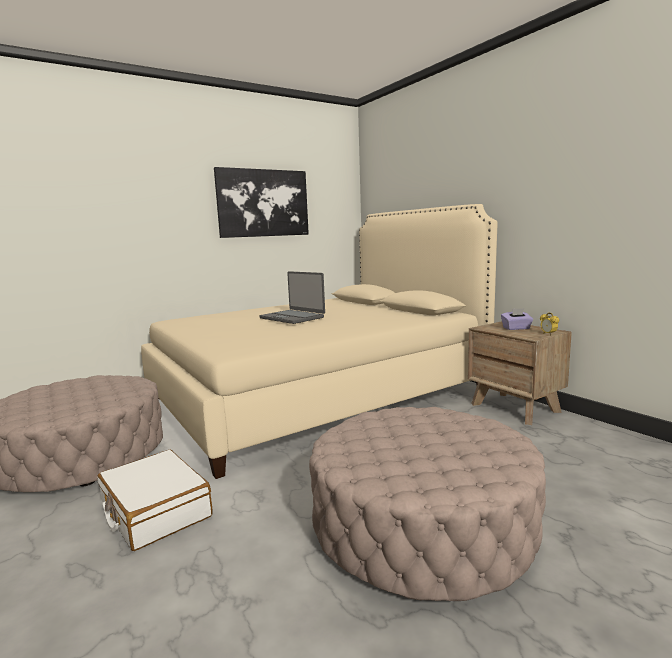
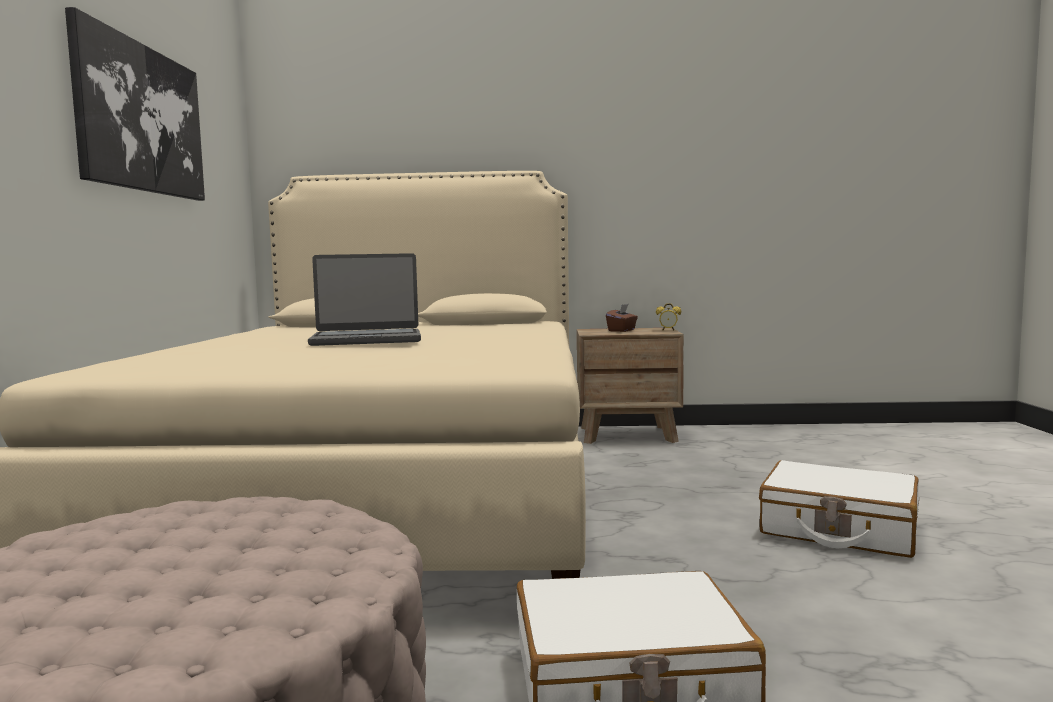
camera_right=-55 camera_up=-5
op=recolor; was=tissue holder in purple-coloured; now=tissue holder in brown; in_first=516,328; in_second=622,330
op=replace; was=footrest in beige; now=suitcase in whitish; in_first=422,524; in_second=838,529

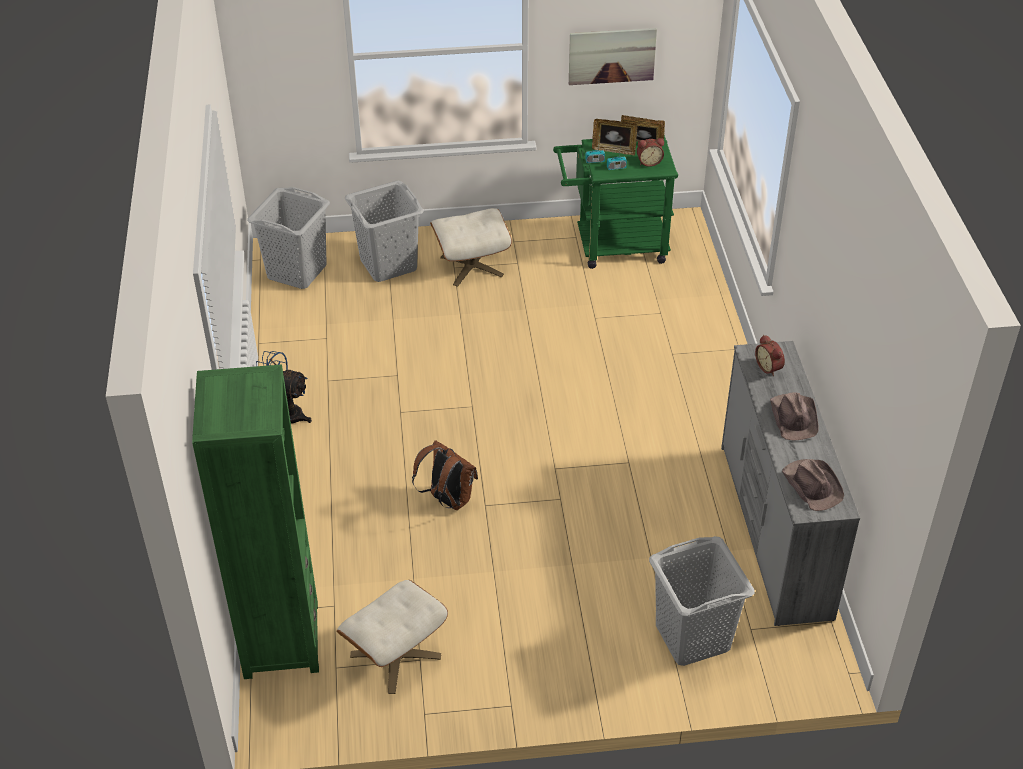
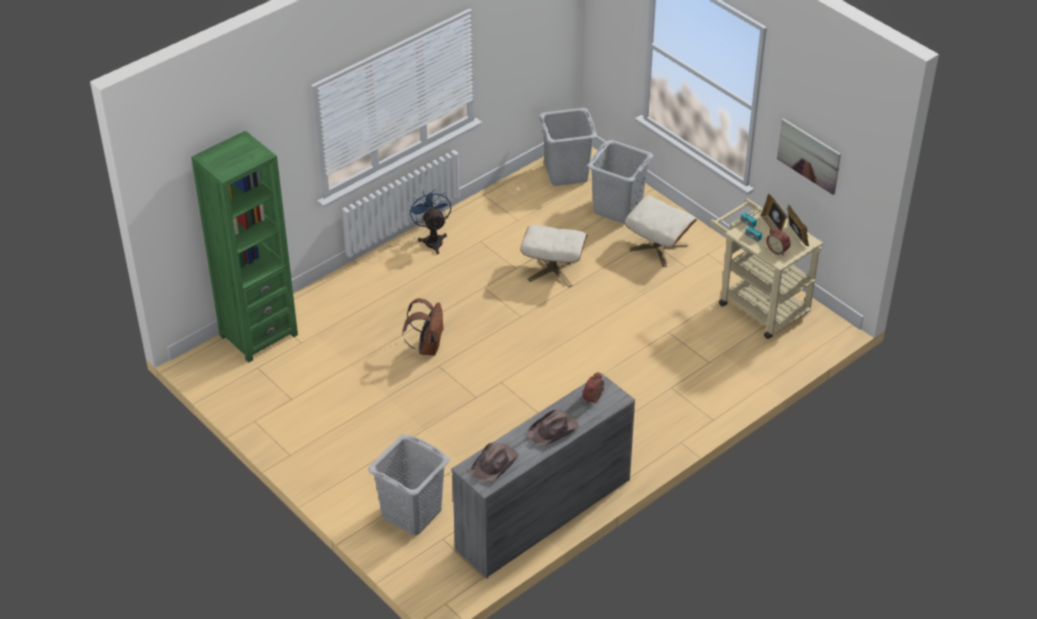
camera_right=55 camera_up=0
op=move; was=footrest in beige; in_first=396,656; in_second=553,270
op=recolor; was=trolley in green-coloured; now=trolley in beige; in_first=612,246; in_second=757,304

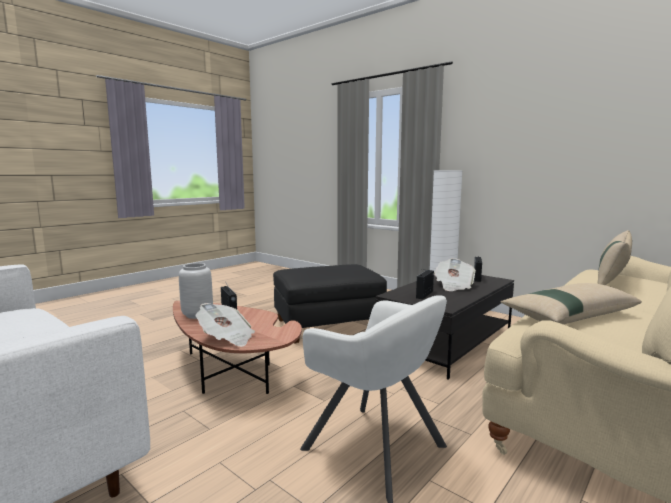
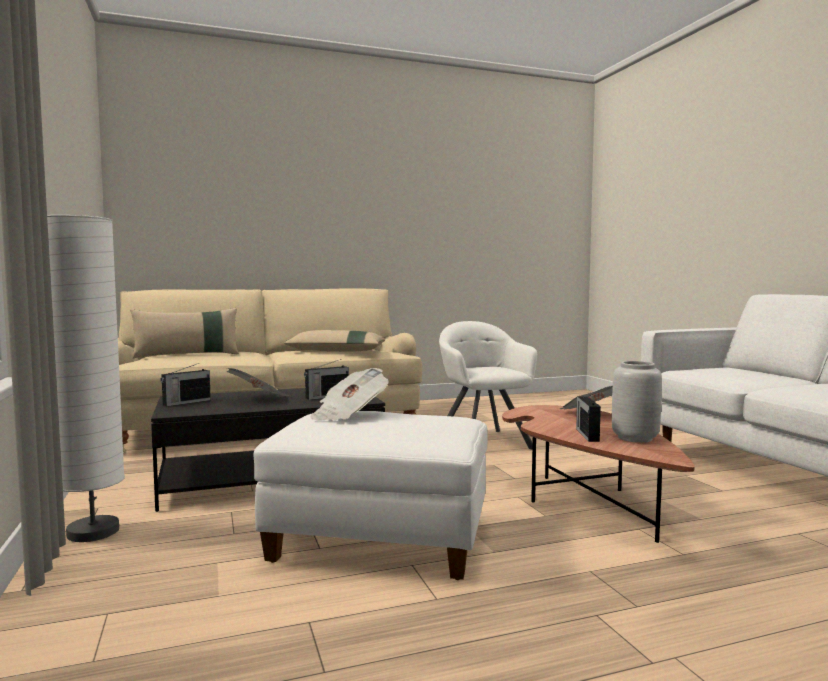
camera_right=-150 camera_up=-5
op=recolor; was=footrest in blackish; now=footrest in whitish; in_first=328,326; in_second=380,540
op=insert; now=printed paper; in_second=349,415

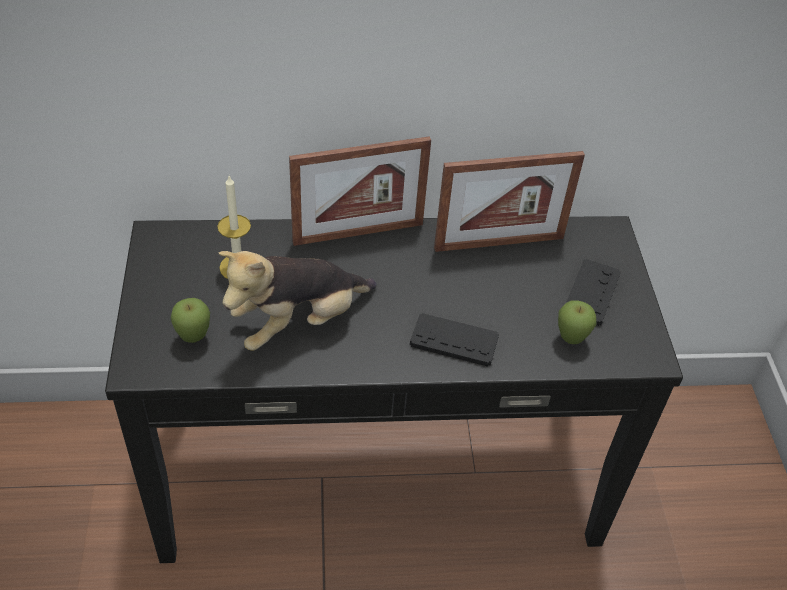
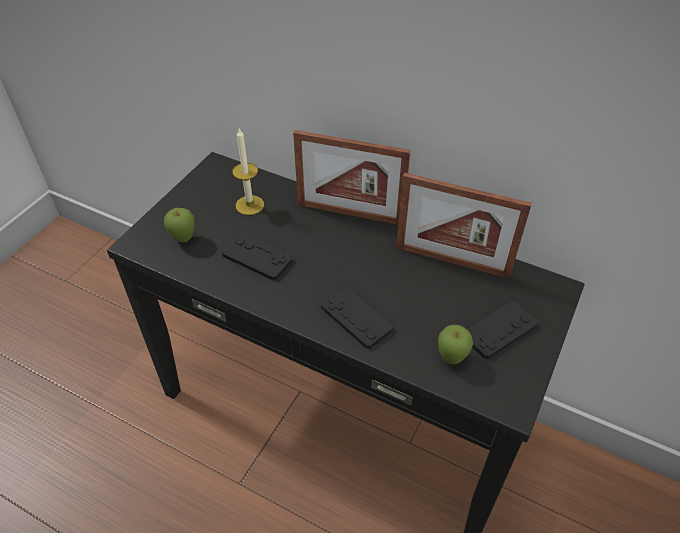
camera_right=35 camera_up=0
op=replace; was=plush toy; now=joypad in blackish; in_first=298,323; in_second=257,258

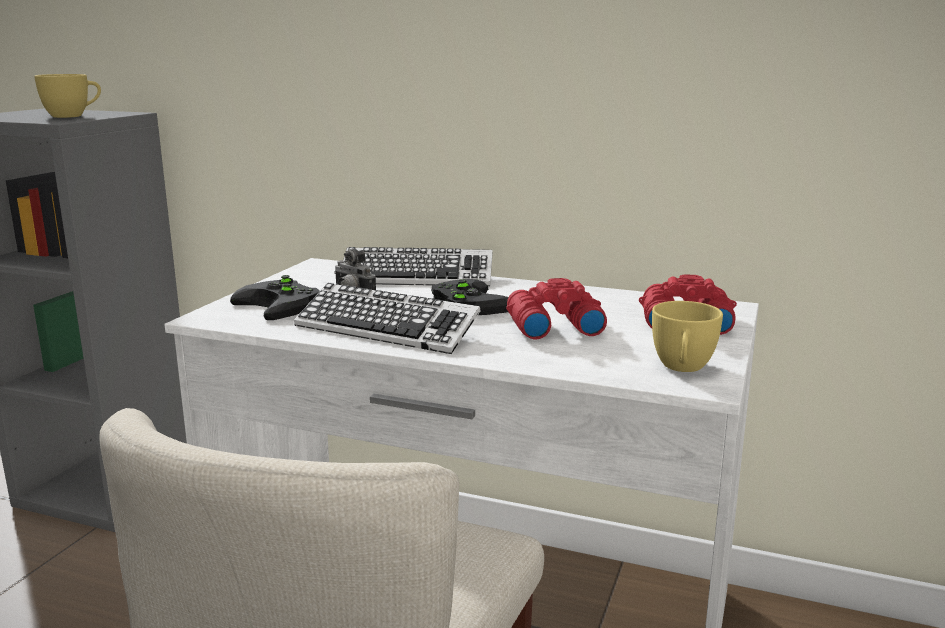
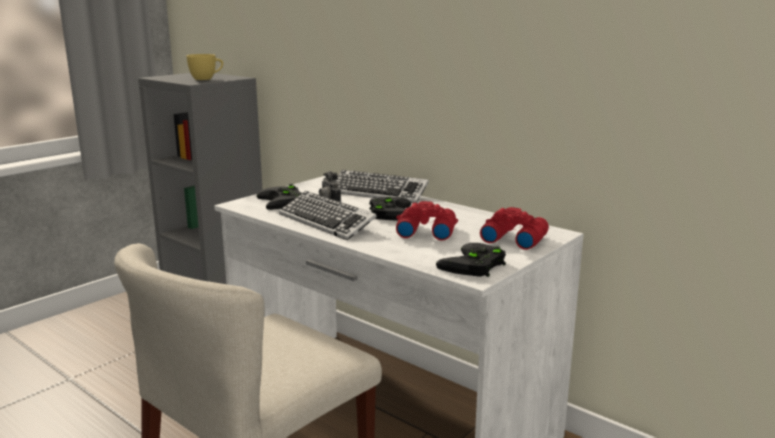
camera_right=20 camera_up=0
op=replace; was=drinking cup in yellow; now=joypad in blackish; in_first=682,368; in_second=474,266

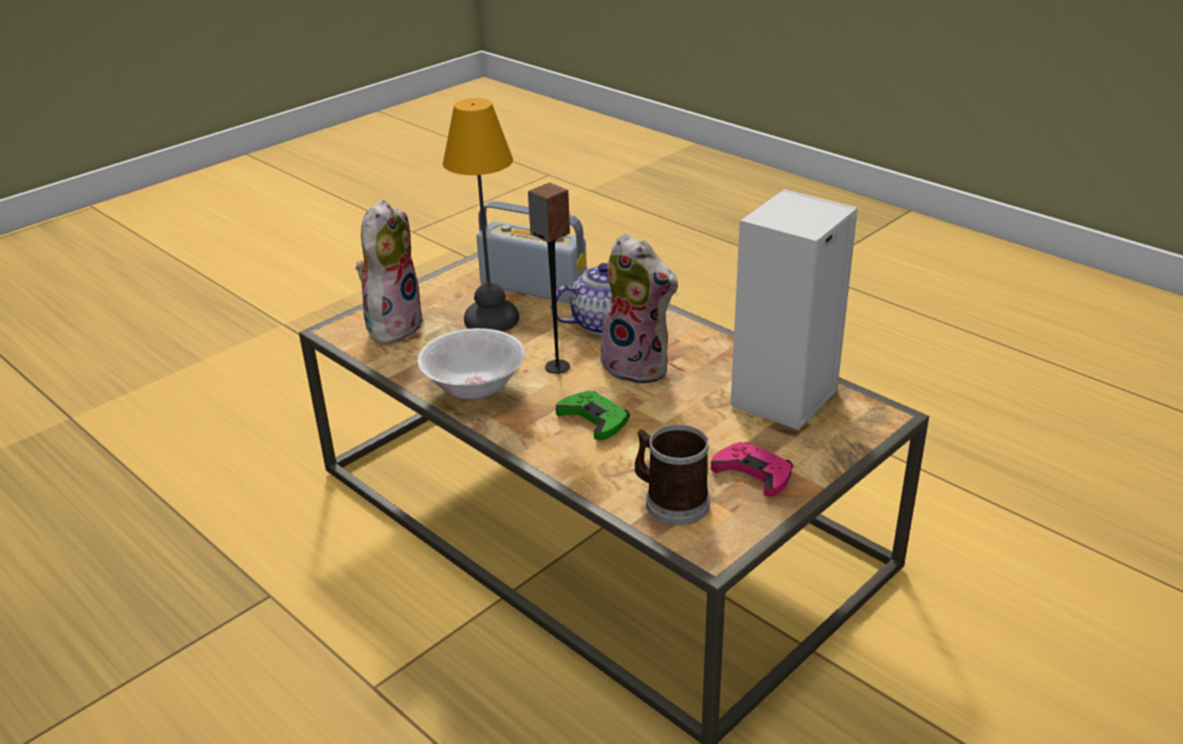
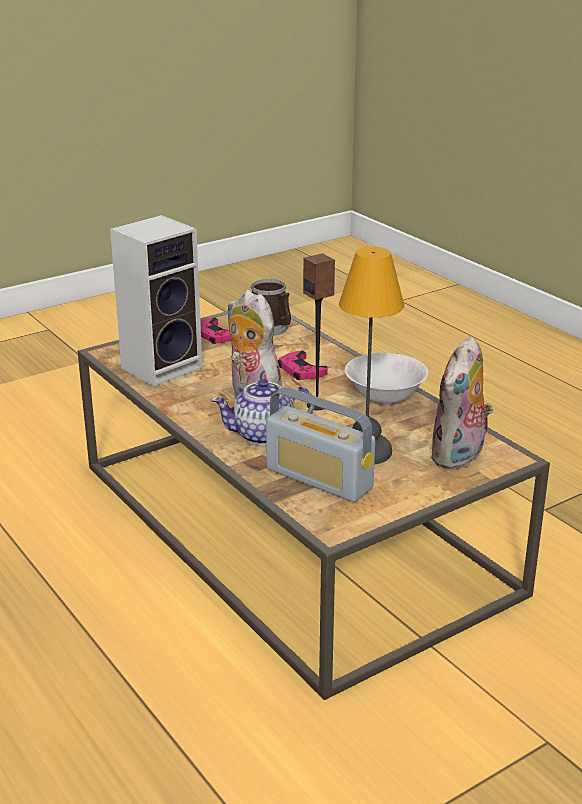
camera_right=-170 camera_up=-5
op=recolor; was=joypad in green-coloured; now=joypad in pink; in_first=594,419; in_second=301,370

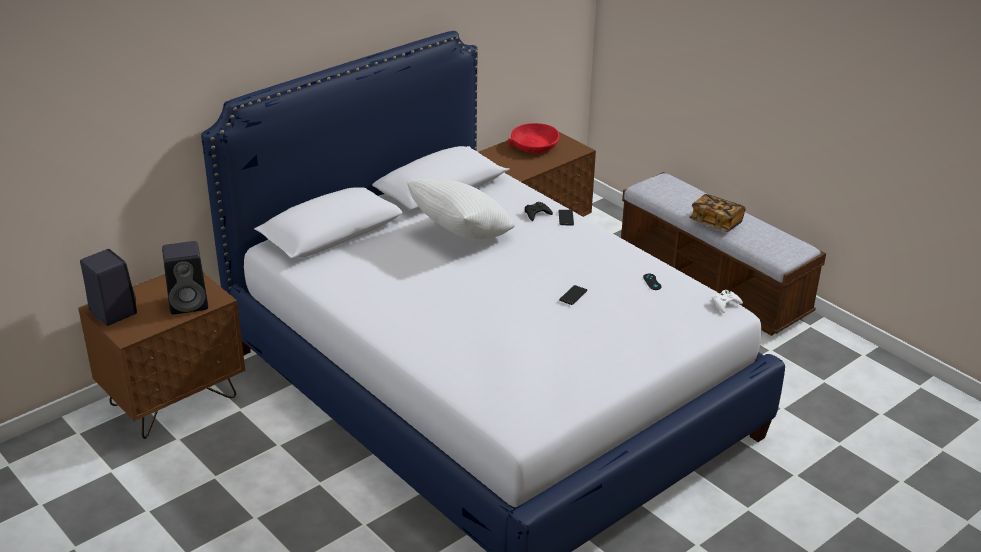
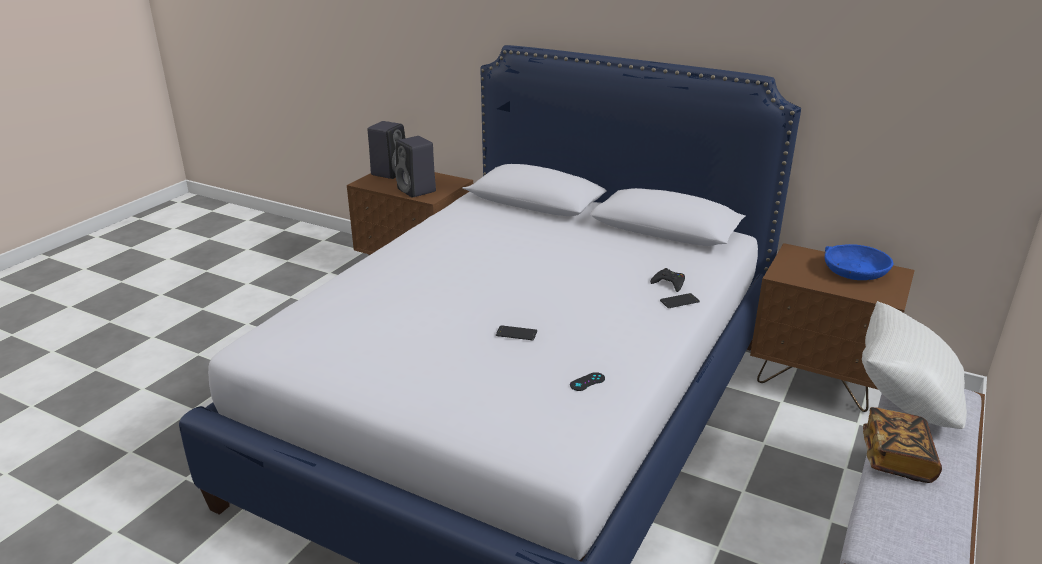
camera_right=70 camera_up=-5
op=recolor; was=serving bowl in red-coloured; now=serving bowl in blue; in_first=534,146; in_second=854,271
op=move; was=cushion in whitish; in_first=460,235; in_second=905,400
op=delete; was=joypad in whitish; in_first=725,304

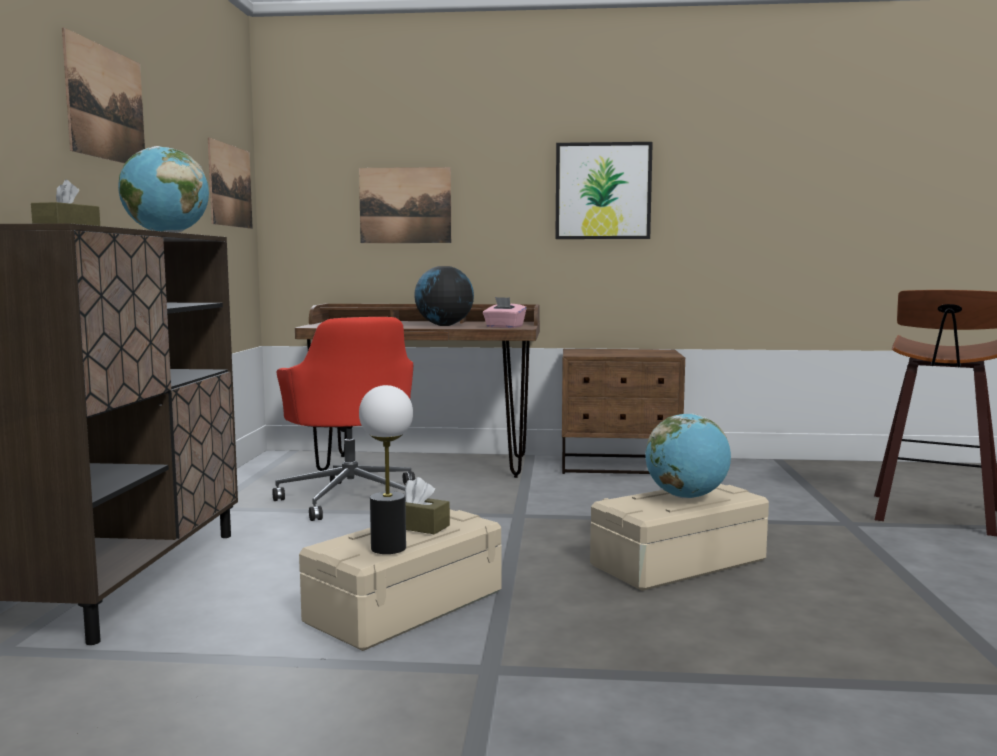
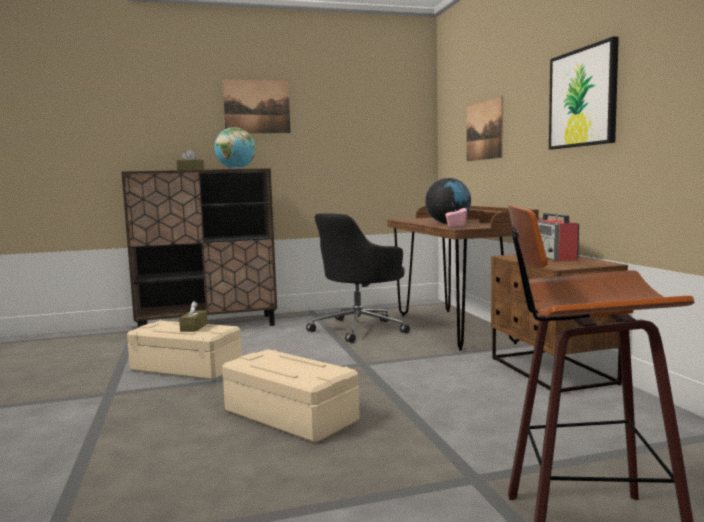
camera_right=70 camera_up=0
op=recolor; was=office chair in red-coloured; now=office chair in blackish; in_first=351,497; in_second=359,329
op=insert; now=radio receiver; in_second=554,257
op=delete; was=wall picture; in_first=230,186
op=delete; was=tabletop lamp; in_first=388,548
op=delete; was=desk globe; in_first=686,497

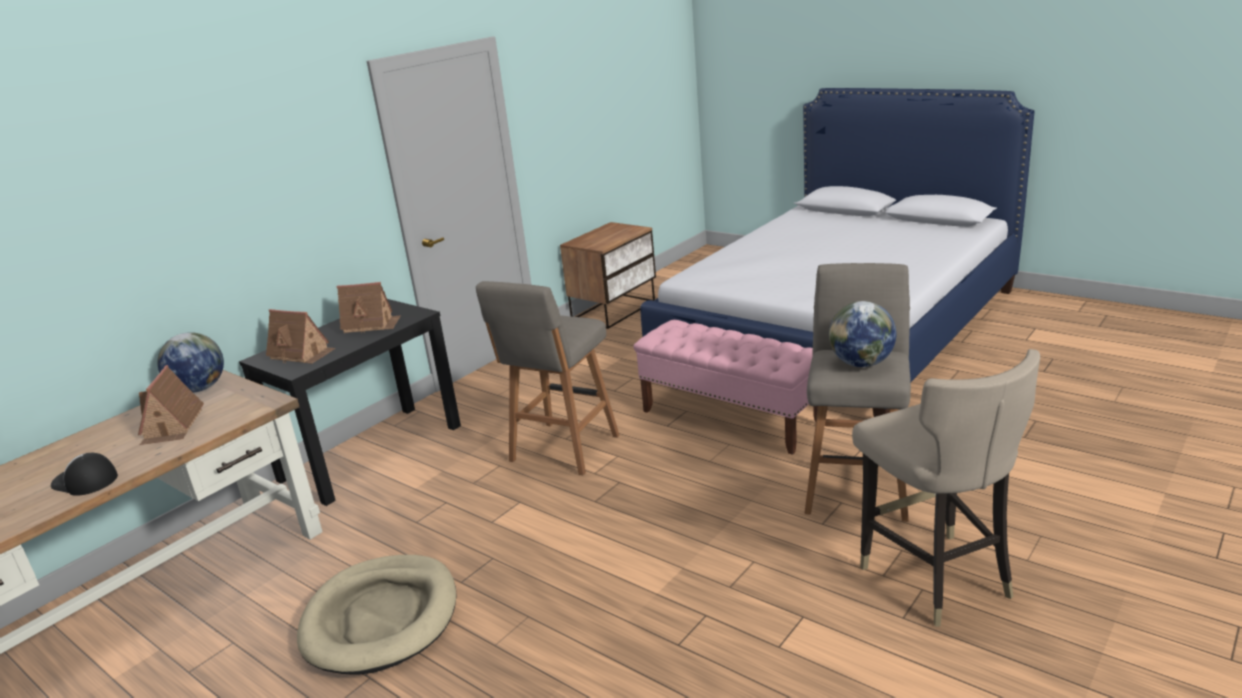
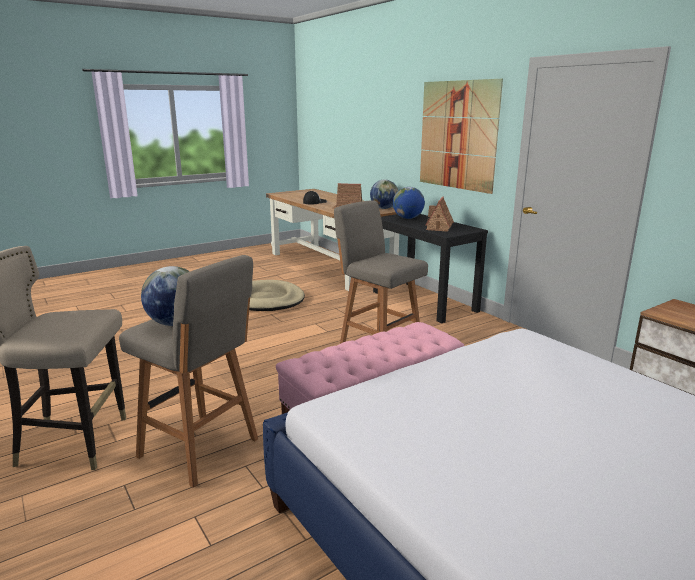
camera_right=105 camera_up=-5
op=replace; was=model house; now=desk globe; in_first=302,354; in_second=408,218
op=insert; now=wall picture; in_second=457,135

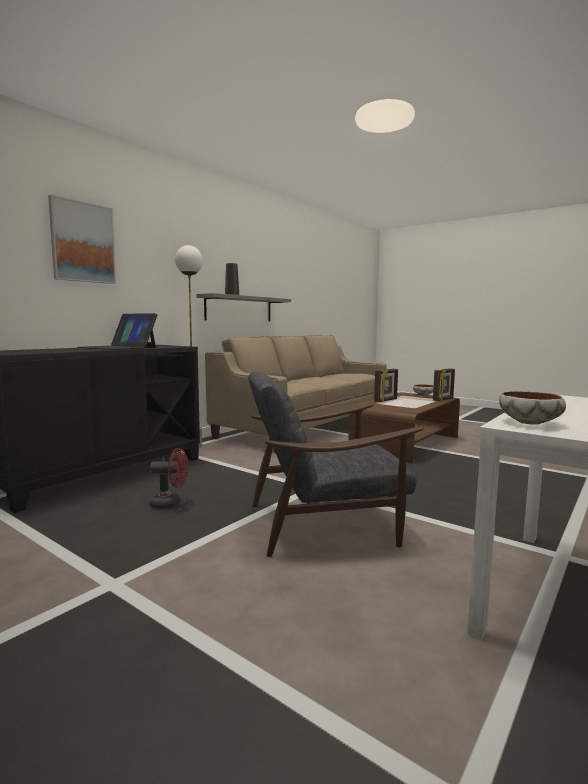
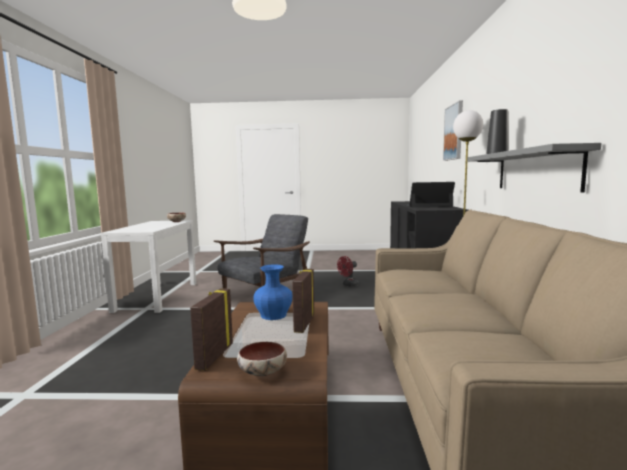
camera_right=145 camera_up=0
op=insert; now=flower vase in blue; in_second=273,315

